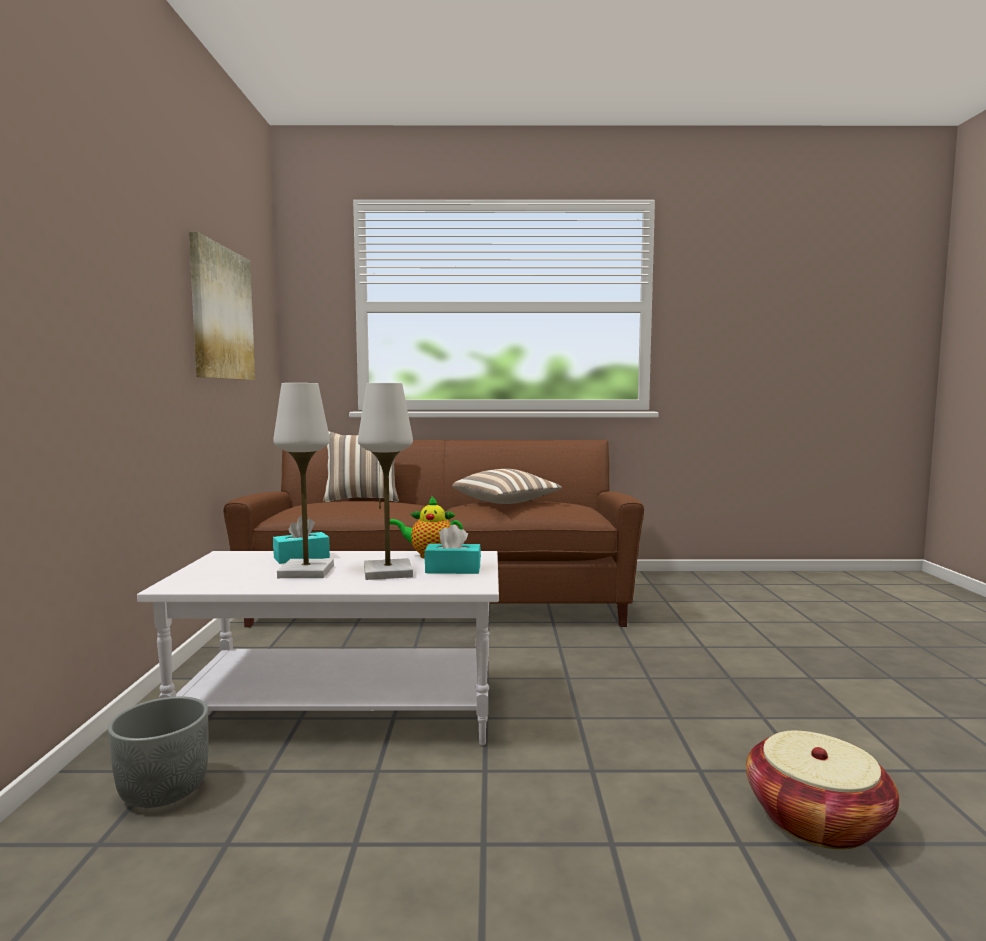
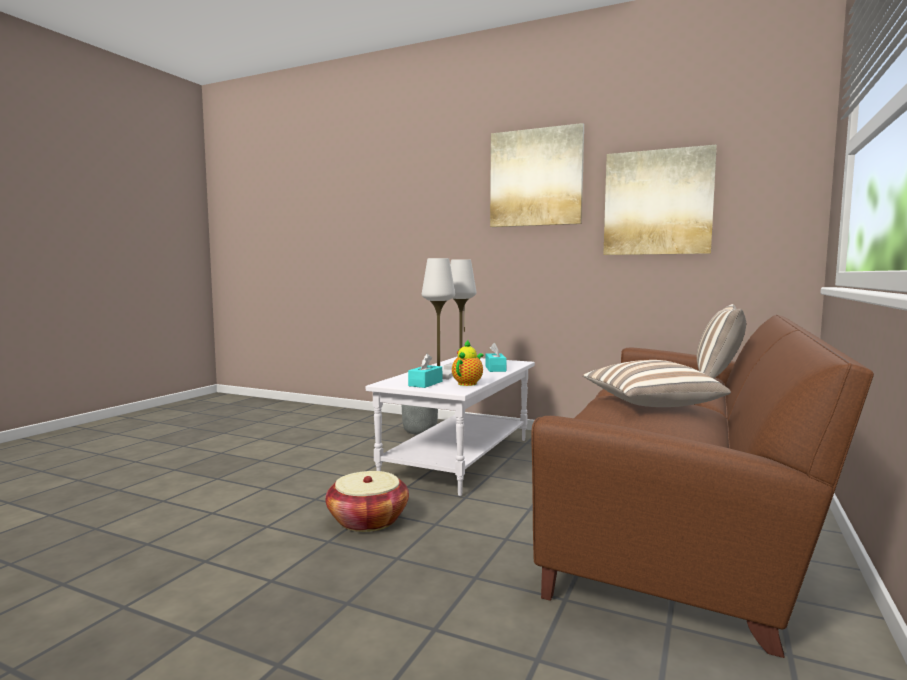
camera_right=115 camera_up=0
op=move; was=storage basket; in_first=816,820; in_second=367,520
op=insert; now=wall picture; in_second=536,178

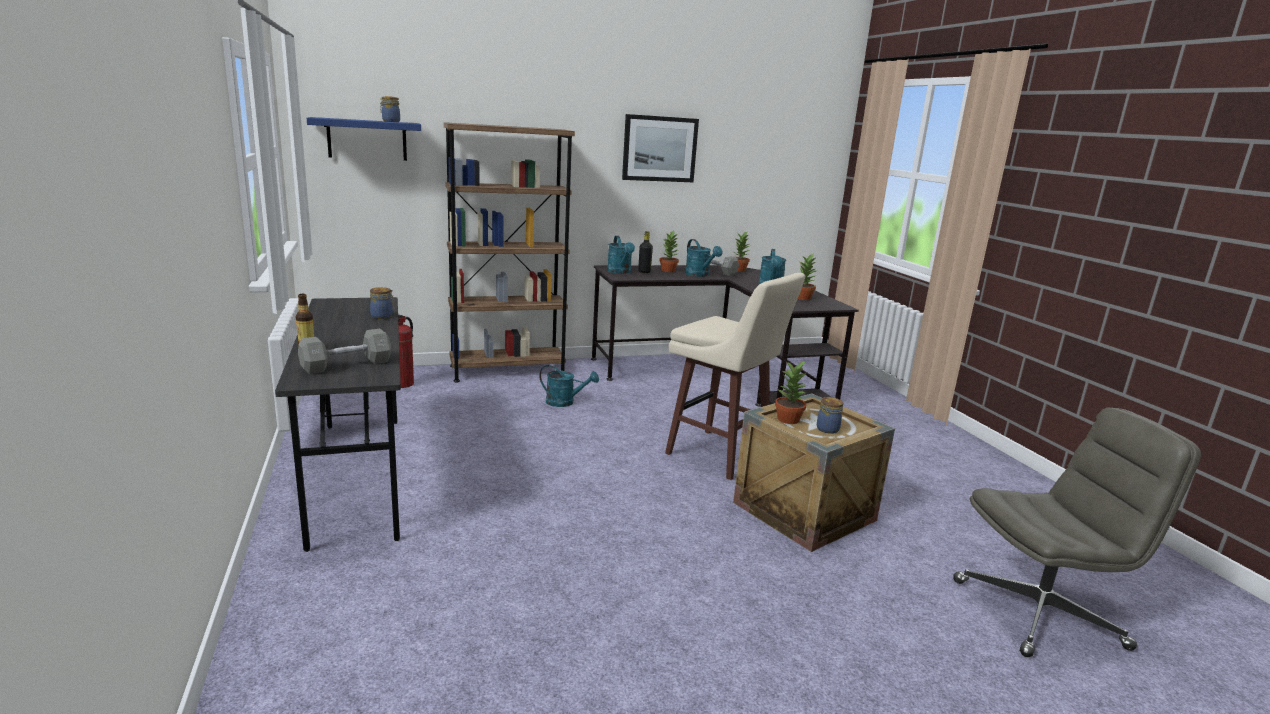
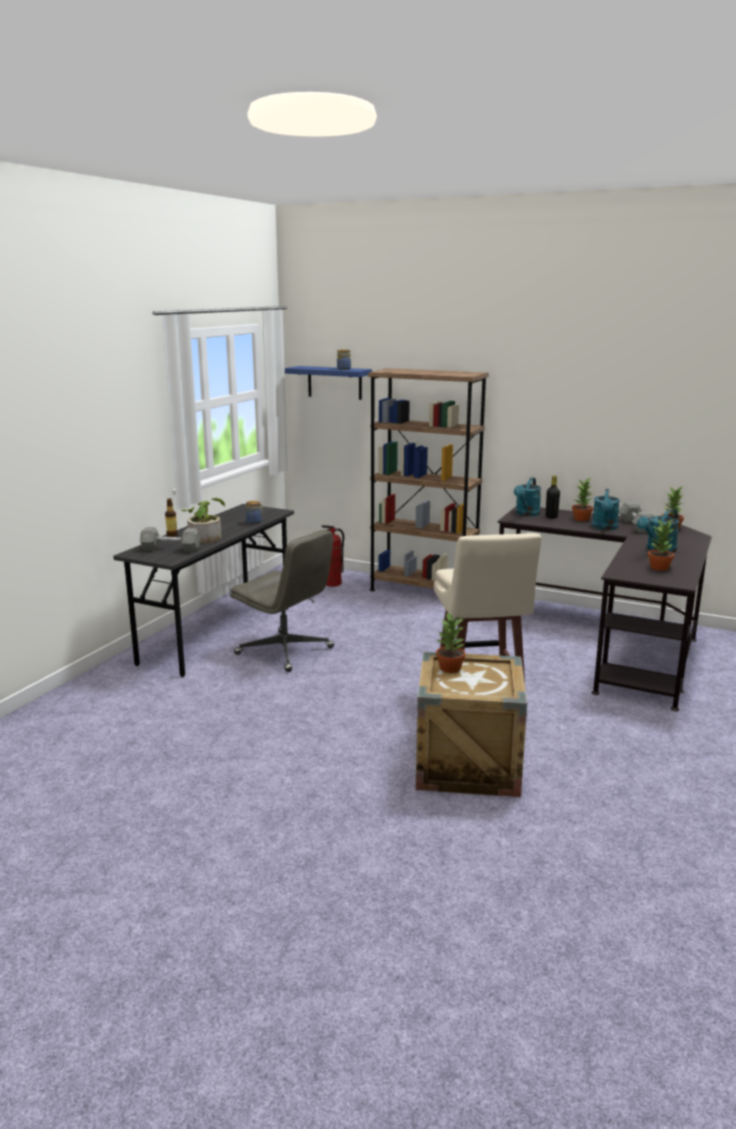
camera_right=45 camera_up=0
op=insert; now=potted plant; in_second=205,537
op=move; was=office chair in grey; in_first=1039,613; in_second=286,651
op=delete; was=watering can in blue-green; in_first=565,402
op=delete; was=wall picture; in_first=659,149
op=delete; was=storage jar; in_first=828,429

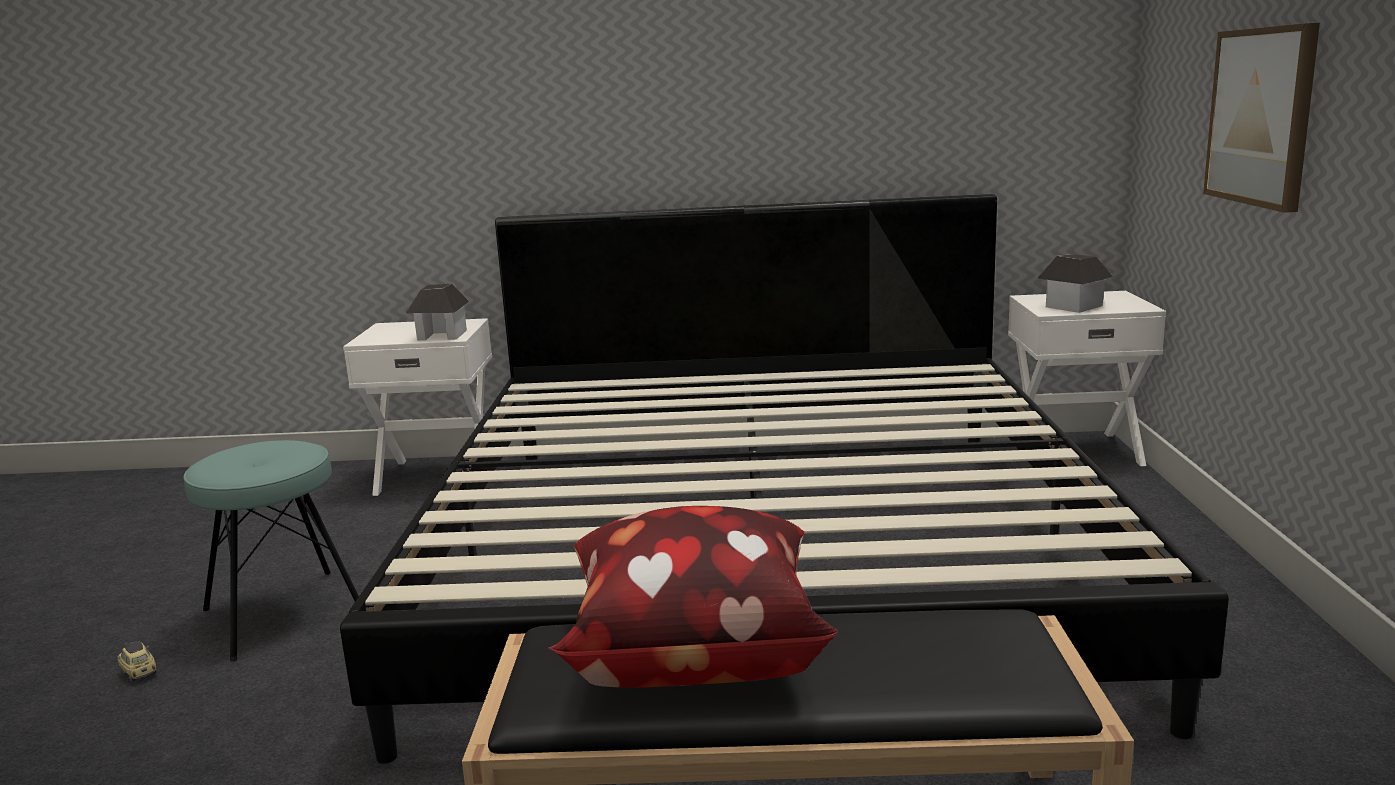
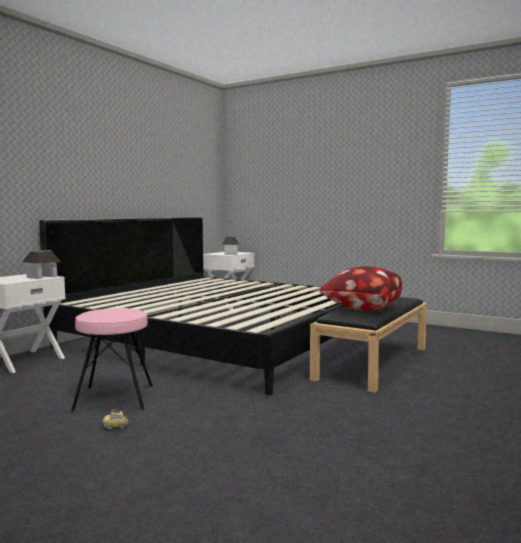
camera_right=-60 camera_up=-10
op=recolor; was=stool seat in blue-green; now=stool seat in pink; in_first=284,613; in_second=114,398
op=delete; was=wall picture; in_first=1262,116

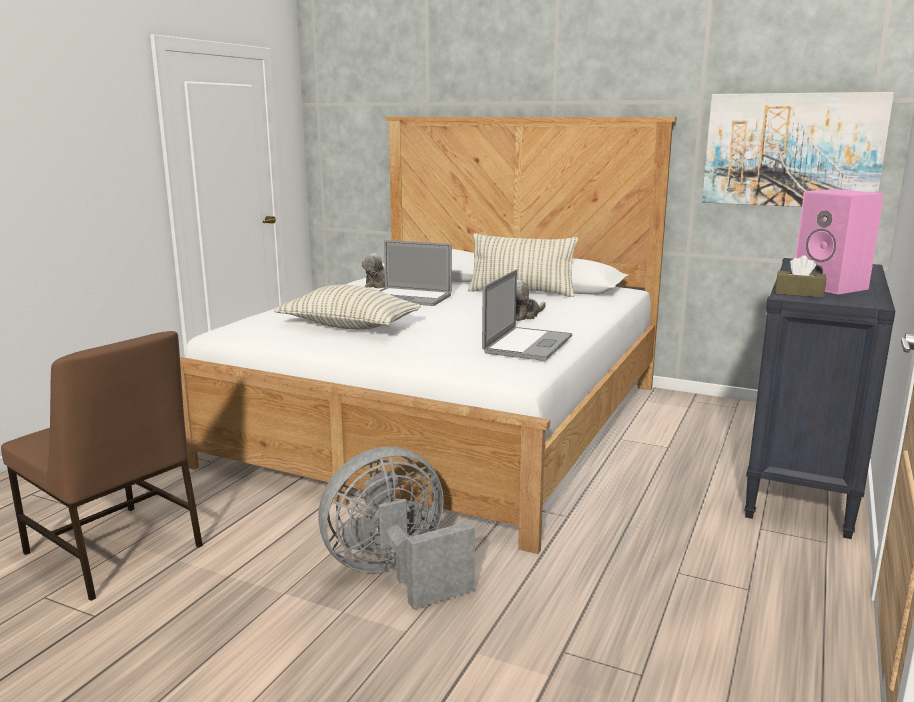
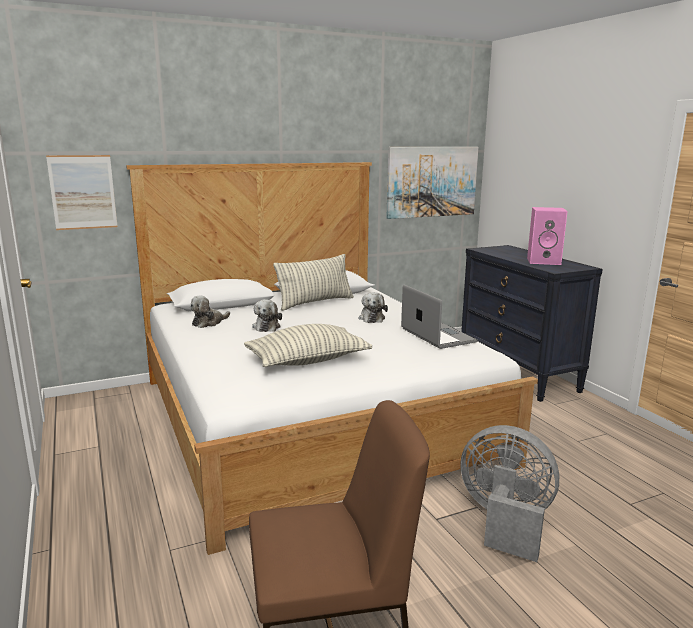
camera_right=-50 camera_up=0
op=insert; now=wall picture; in_second=83,192
op=replace; was=portable computer; now=plush toy; in_first=408,297; in_second=267,326
op=rotate; was=electric fan in grey; in_first=395,574; in_second=504,521; clockwise=105
op=delete; was=tissue holder in brown; in_first=799,293

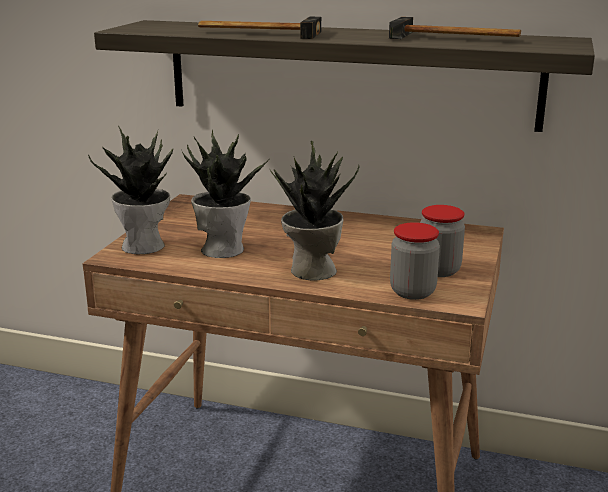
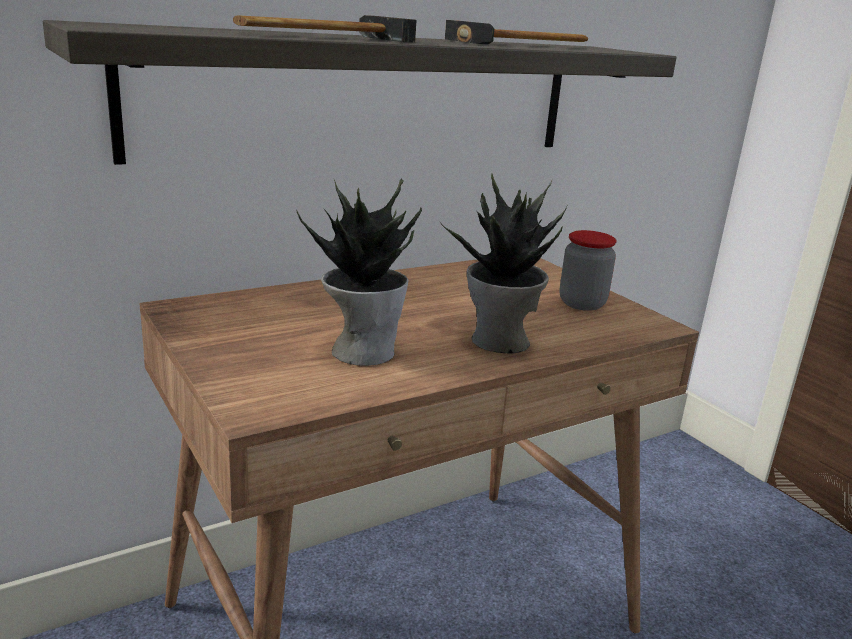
camera_right=-50 camera_up=0
op=delete; was=potted plant; in_first=145,246
op=delete; was=storage jar; in_first=412,292

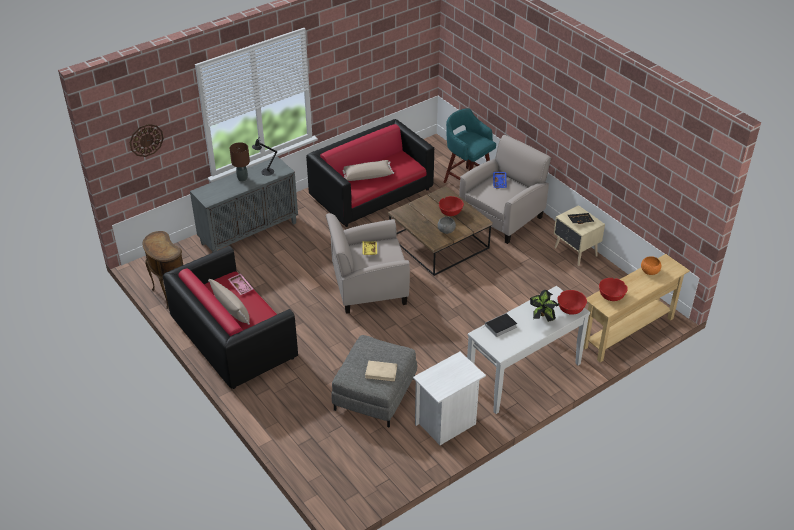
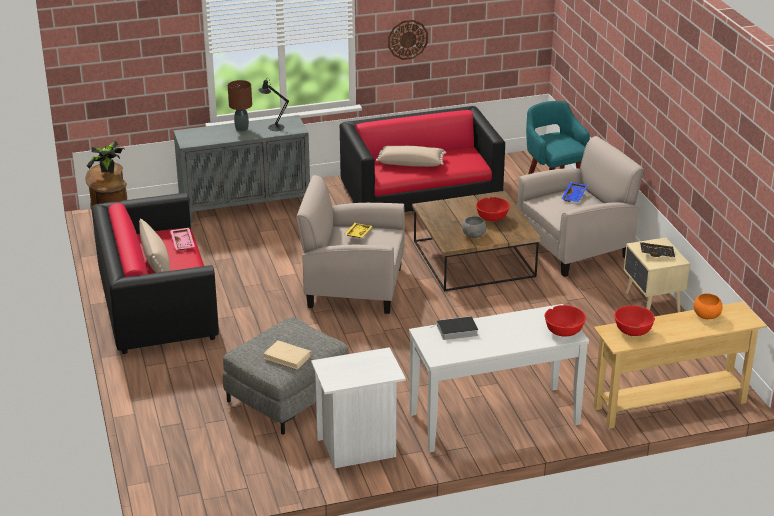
camera_right=20 camera_up=-10
op=move; was=potted plant; in_first=542,318; in_second=108,174
op=move; was=clock on the wall; in_first=146,140; in_second=407,39

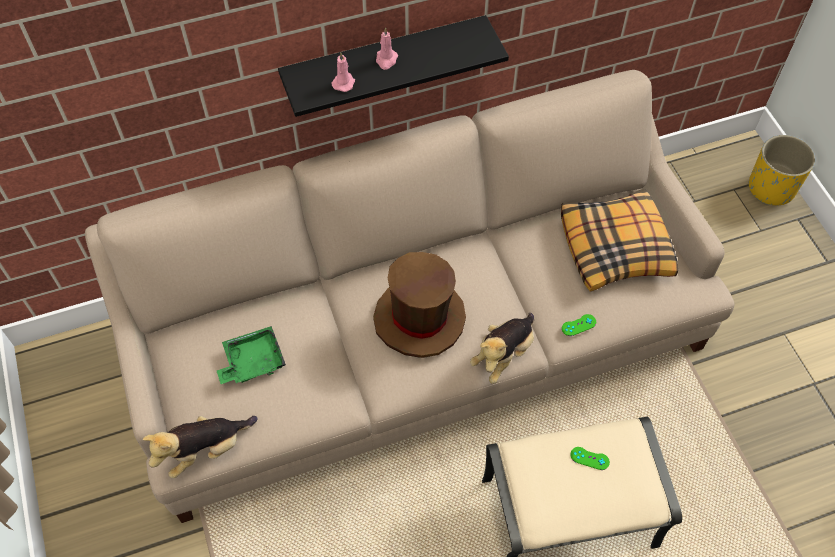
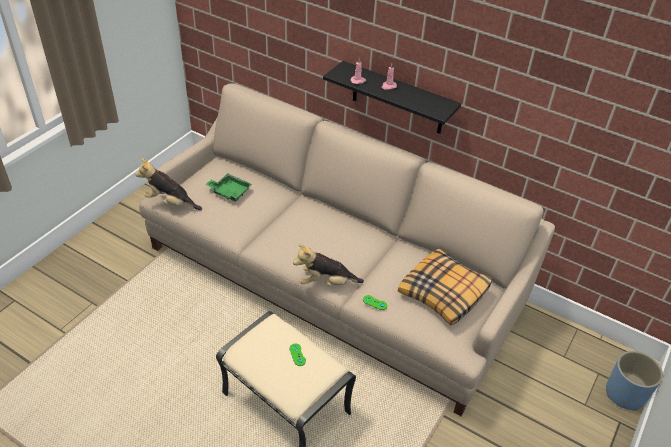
camera_right=50 camera_up=-15
op=recolor; was=planter in yellow; now=planter in blue; in_first=771,188; in_second=625,394
op=delete; was=clothing hat in brown; in_first=419,319

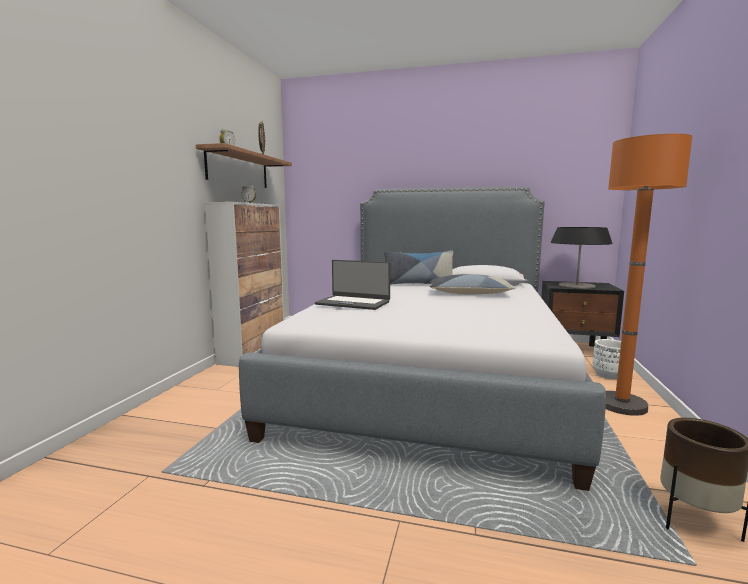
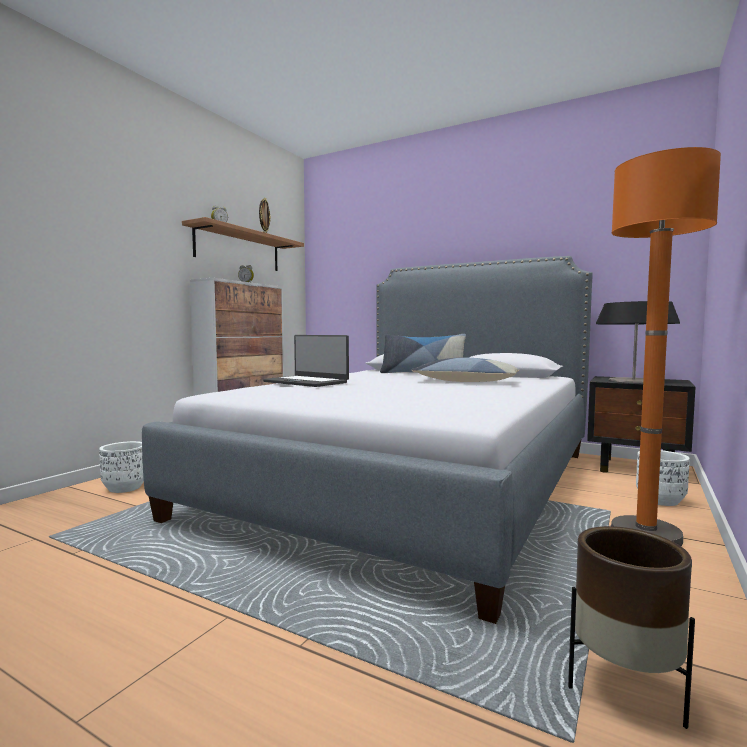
camera_right=15 camera_up=-5
op=insert; now=planter in whitish; in_second=124,488

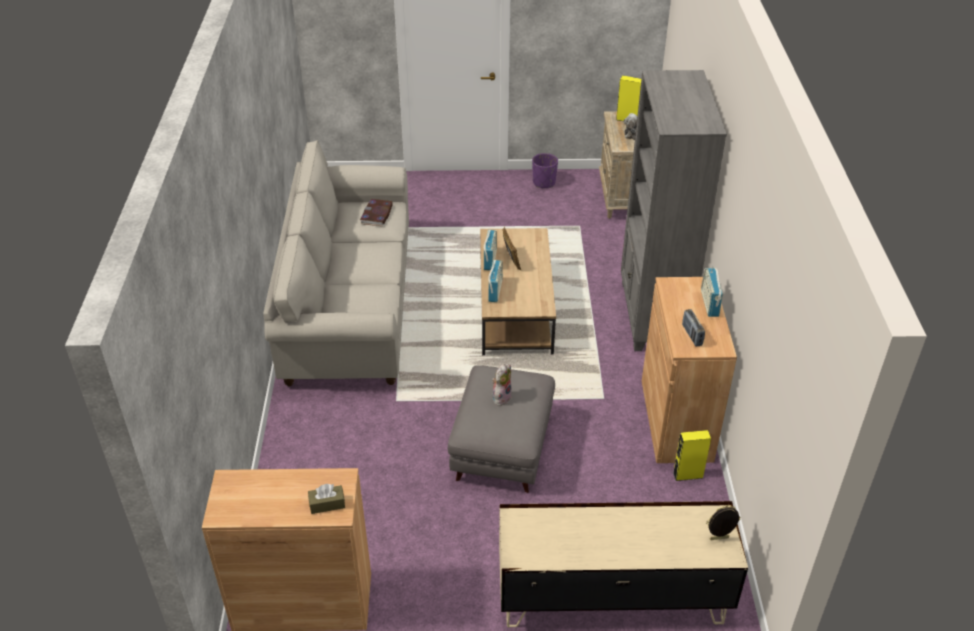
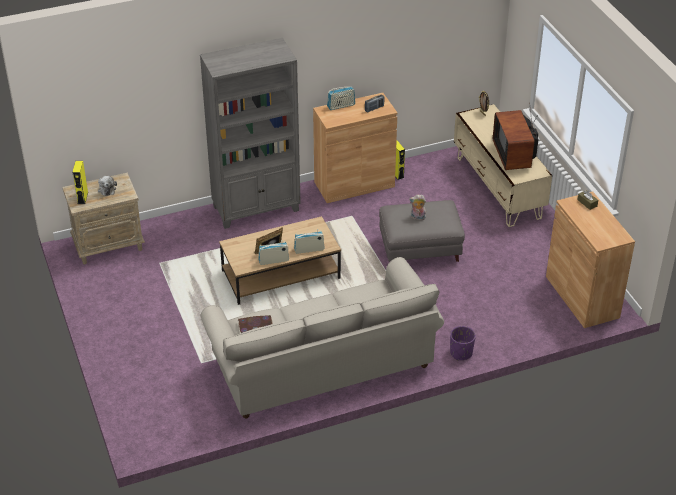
camera_right=-110 camera_up=0
op=move; was=planter in purple-coloured; in_first=544,182; in_second=461,353
op=insert; now=television; in_second=515,155

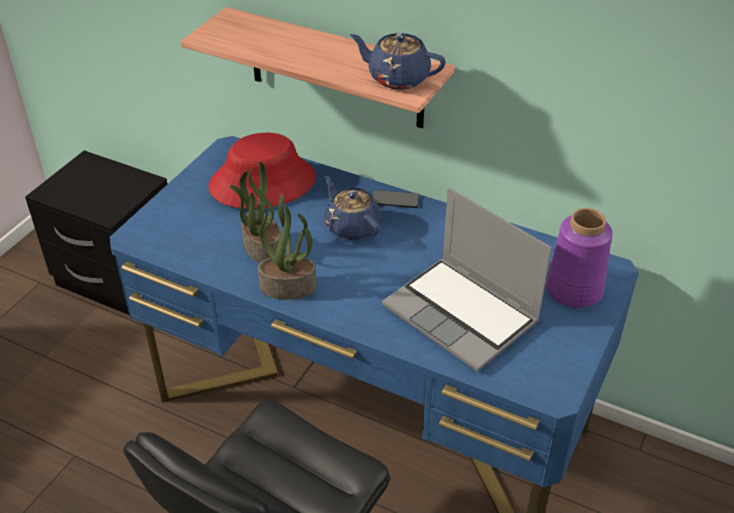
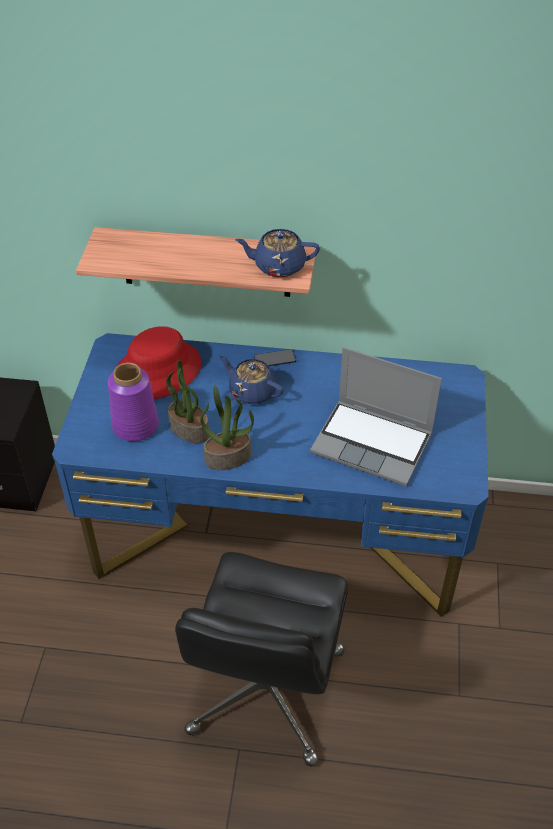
camera_right=-20 camera_up=5
op=move; was=flower vase in purple-coloured; in_first=573,289; in_second=135,425

